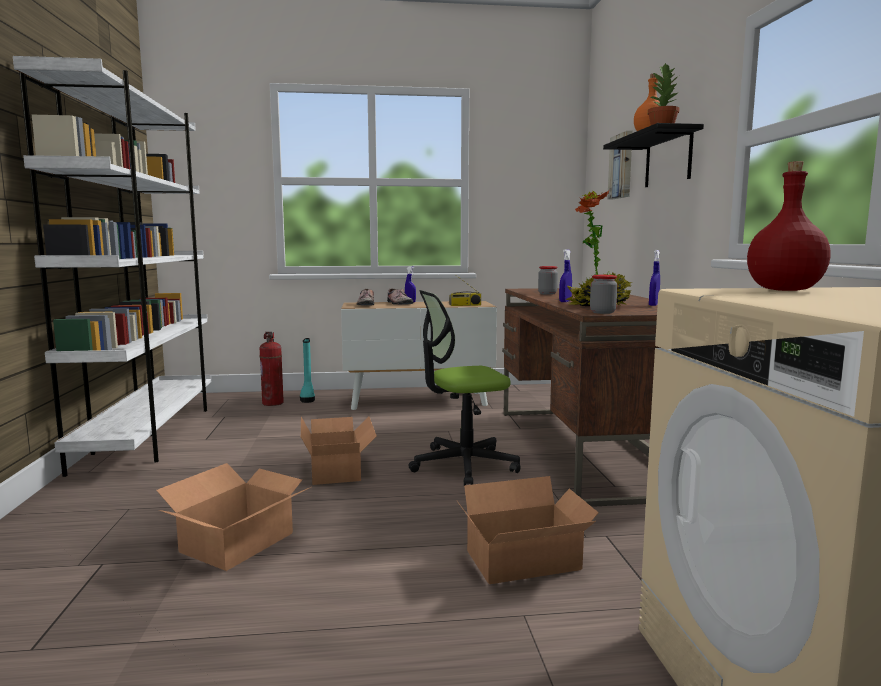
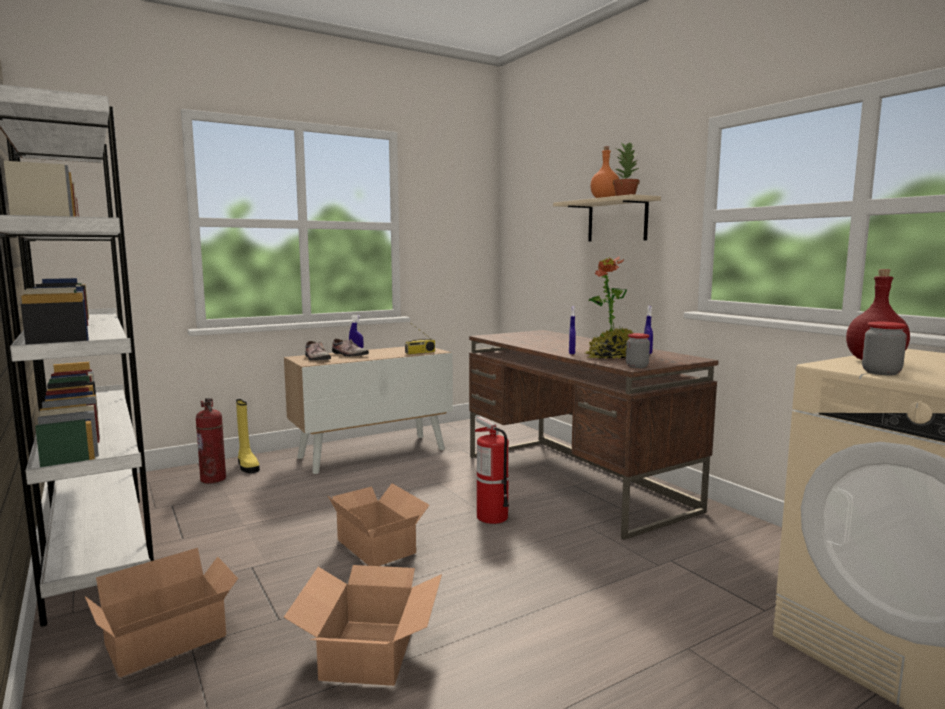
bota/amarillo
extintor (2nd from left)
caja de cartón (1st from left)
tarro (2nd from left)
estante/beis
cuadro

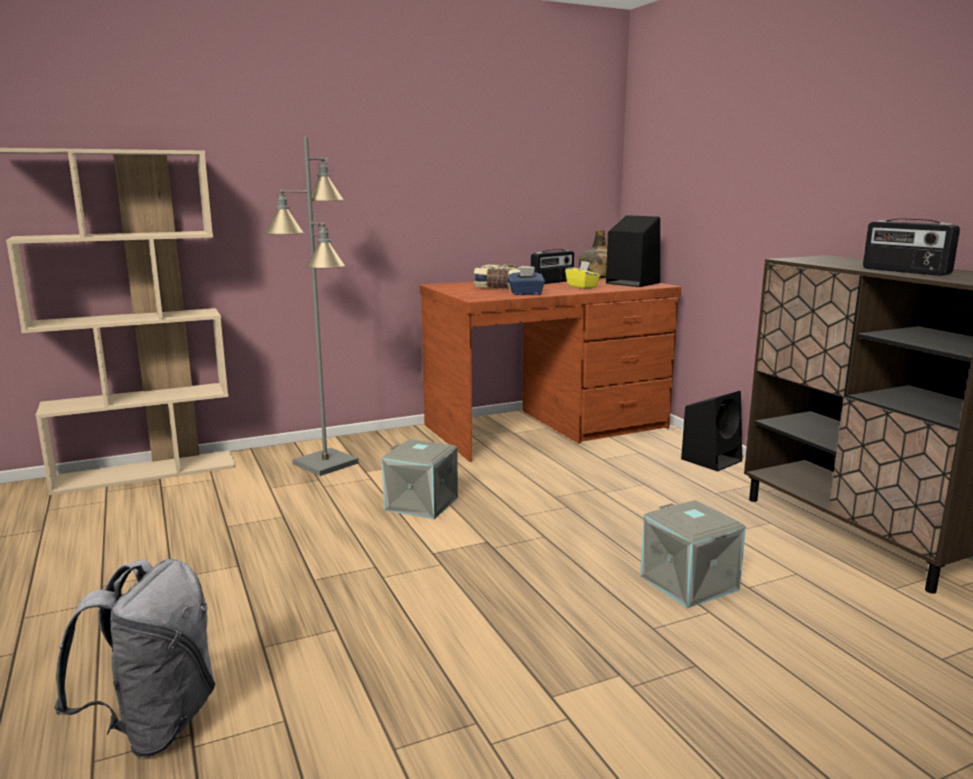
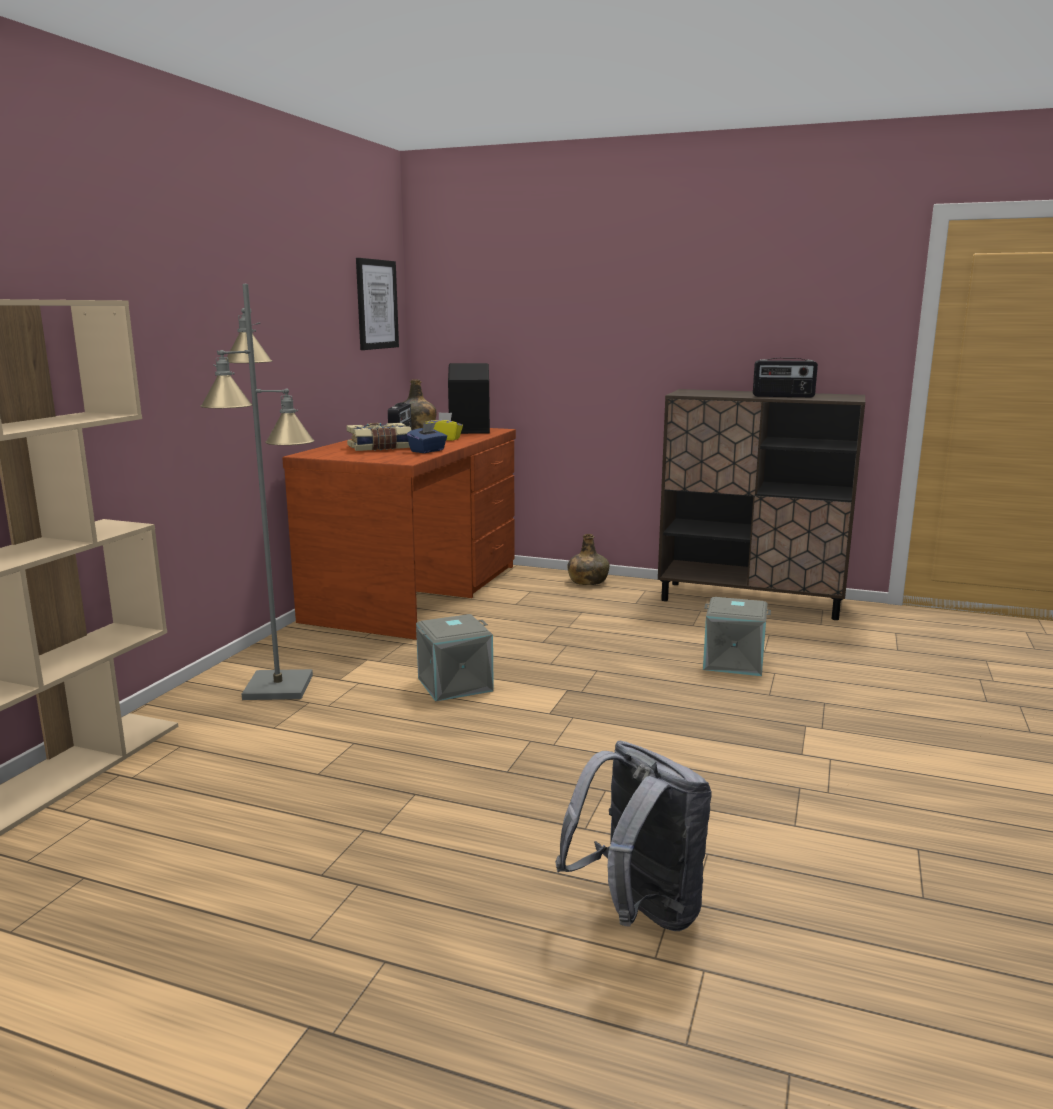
botella/verde (2nd from left)
cuadro

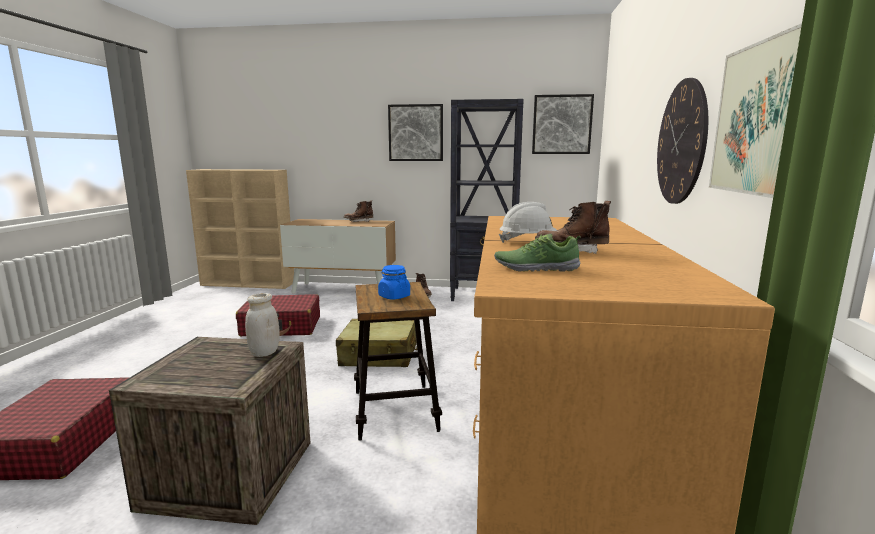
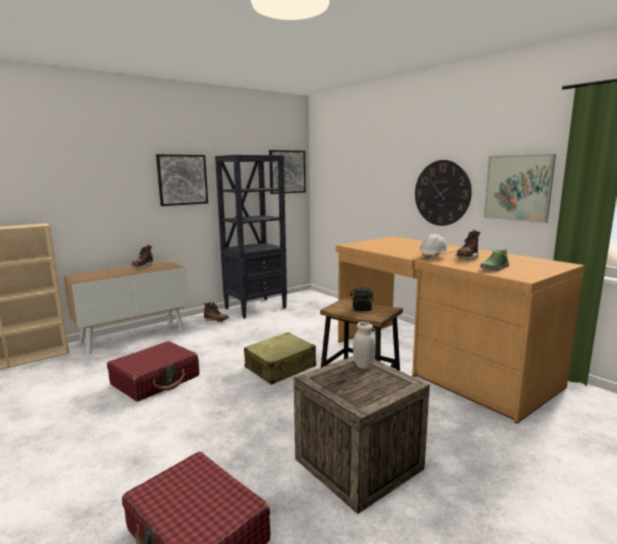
tarro/negro

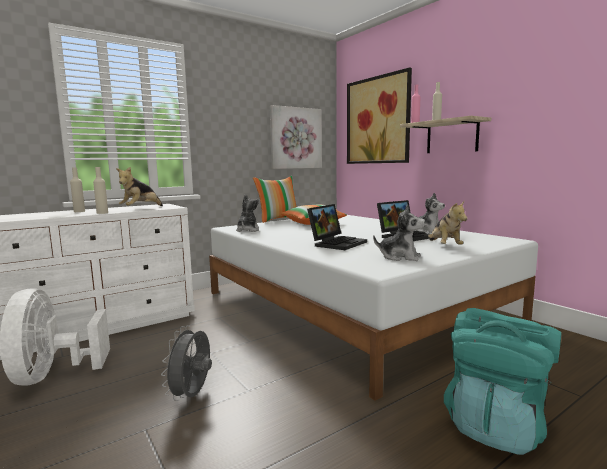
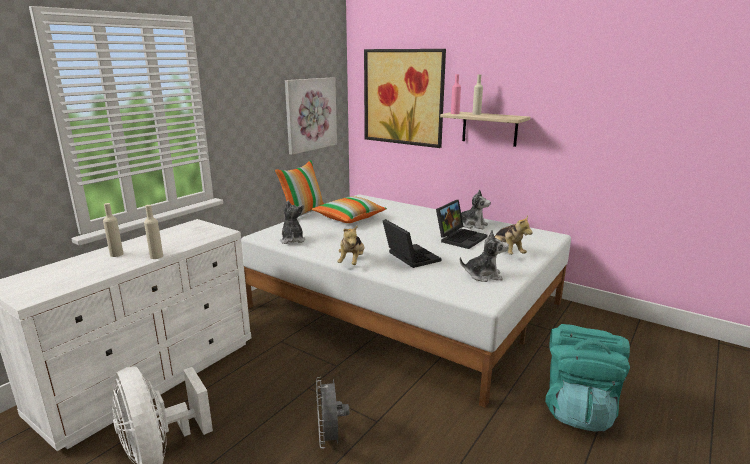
peluche (2nd from left)
portátil (1st from left)

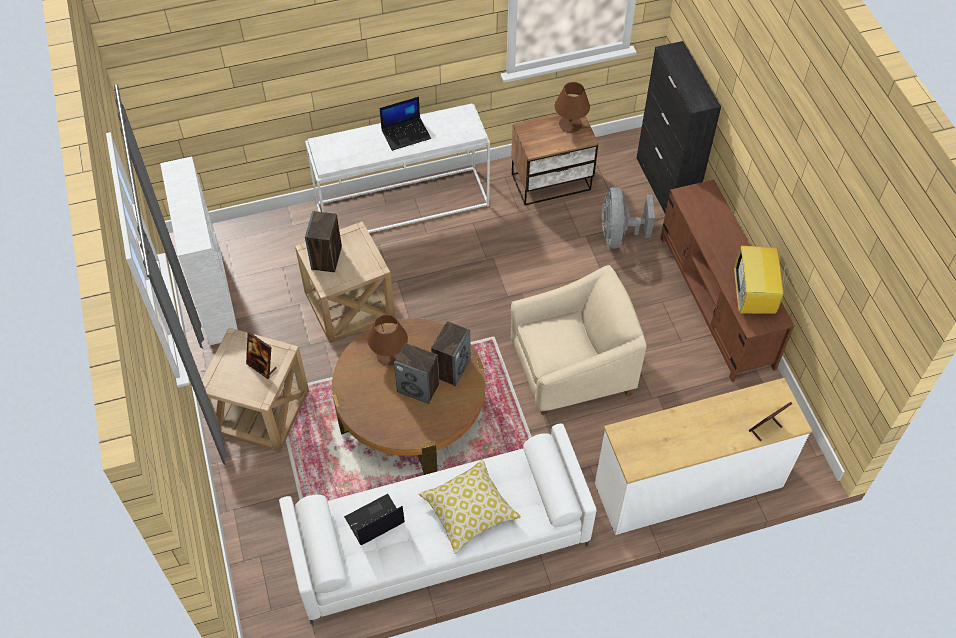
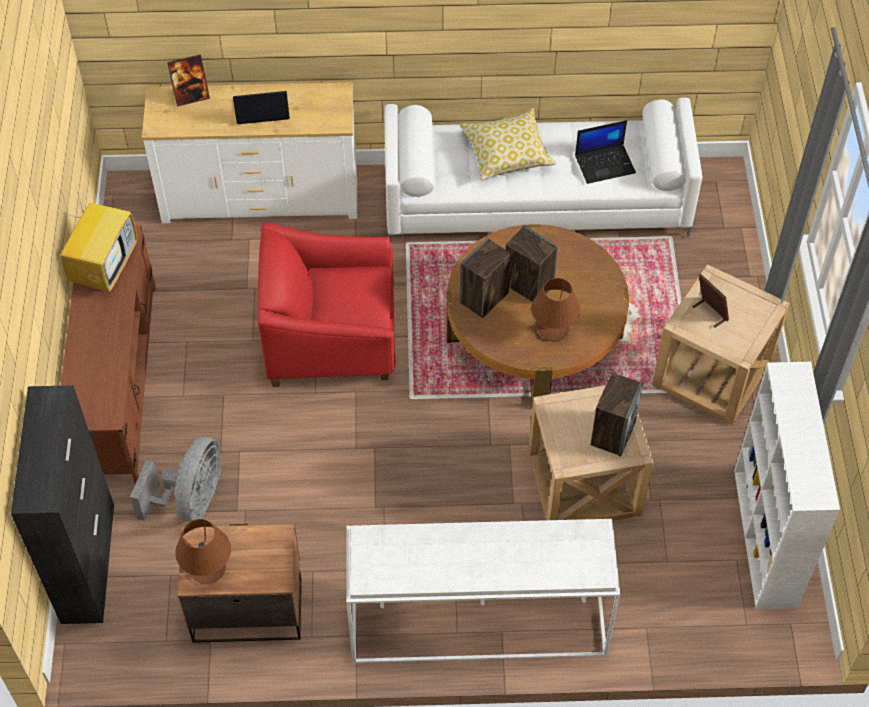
portátil (1st from left)
sillón/rojo

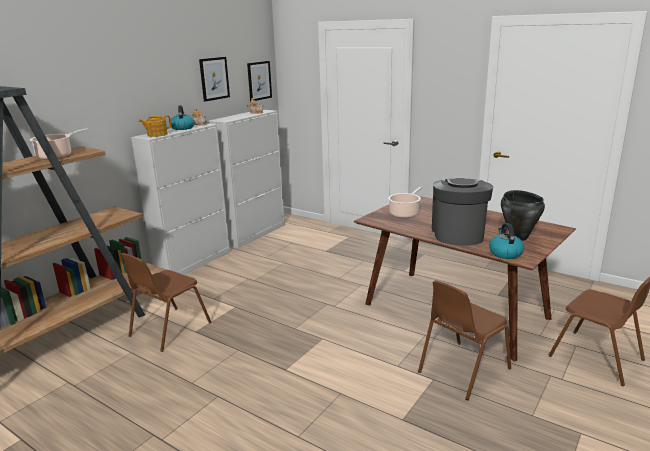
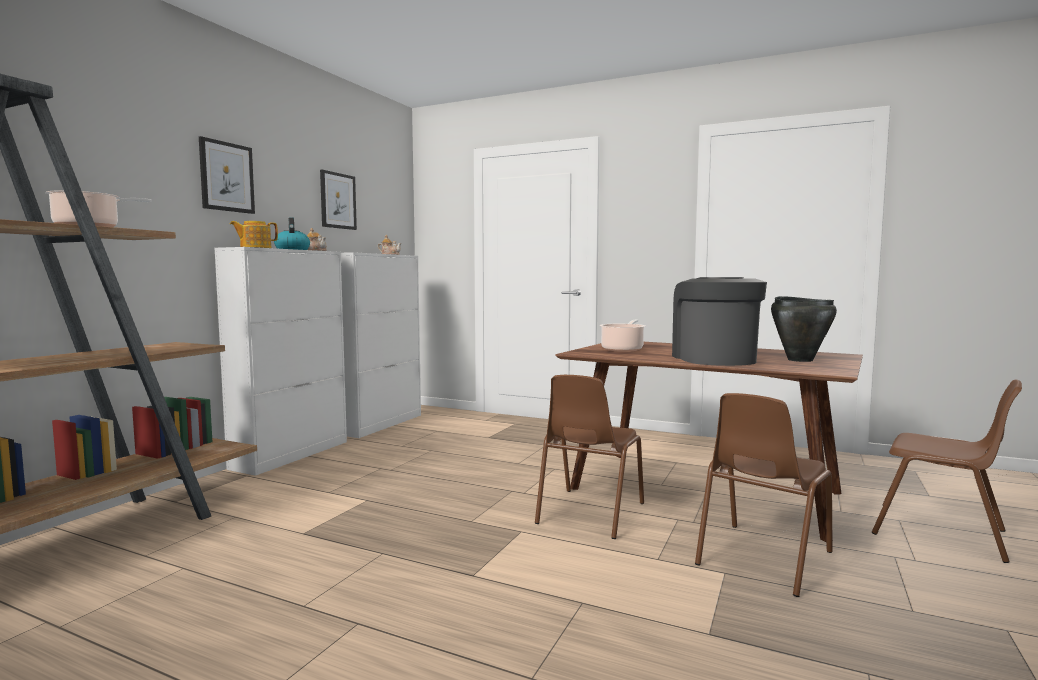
silla/marrón (1st from left)
cuadro (1st from left)
hervidor (2nd from left in the first image)

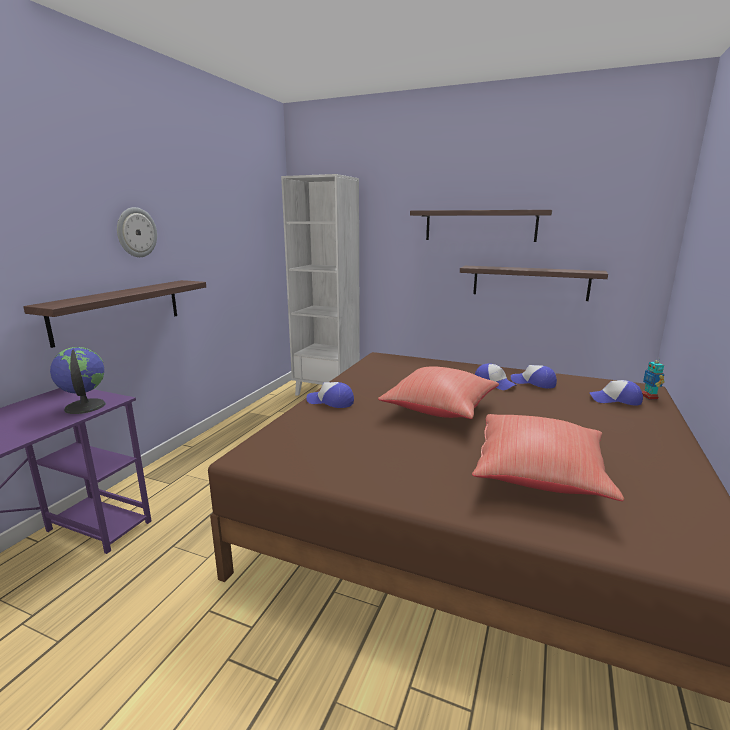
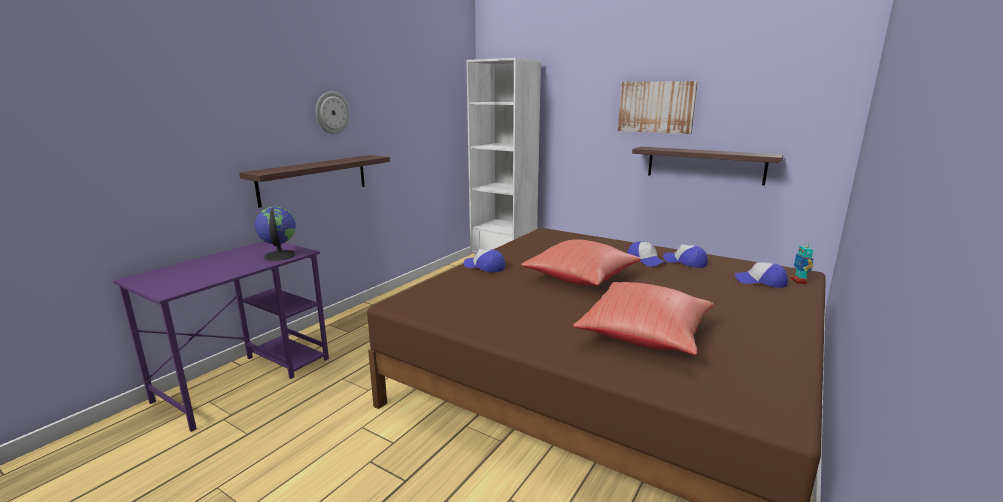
cuadro

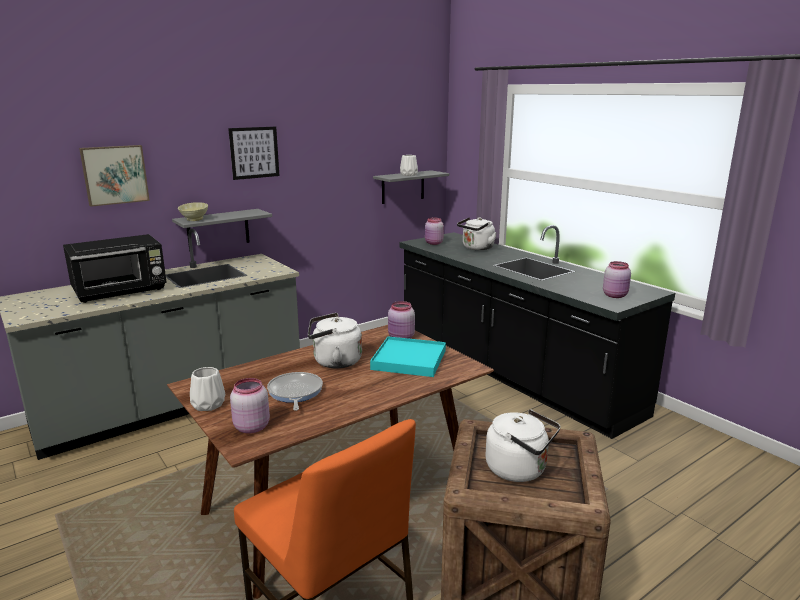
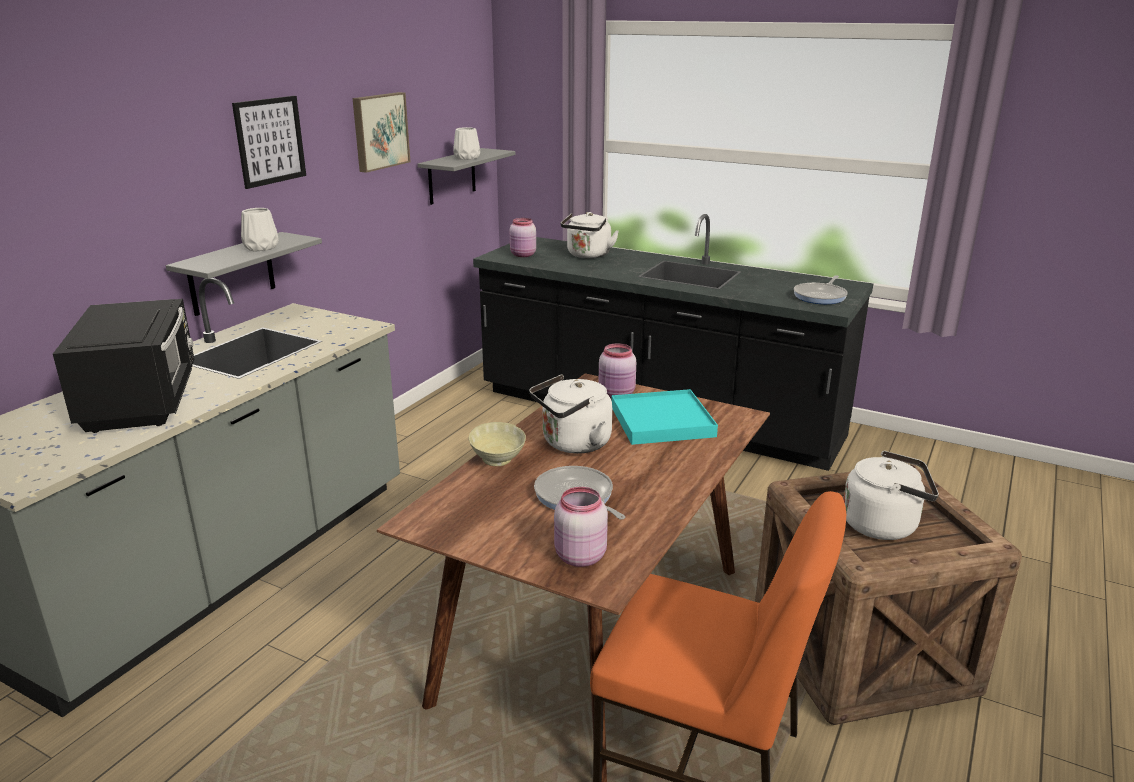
microondas/negro
cuadro (2nd from left)
cuenco/beis
florero/blanco (1st from left)
sartén (2nd from left)

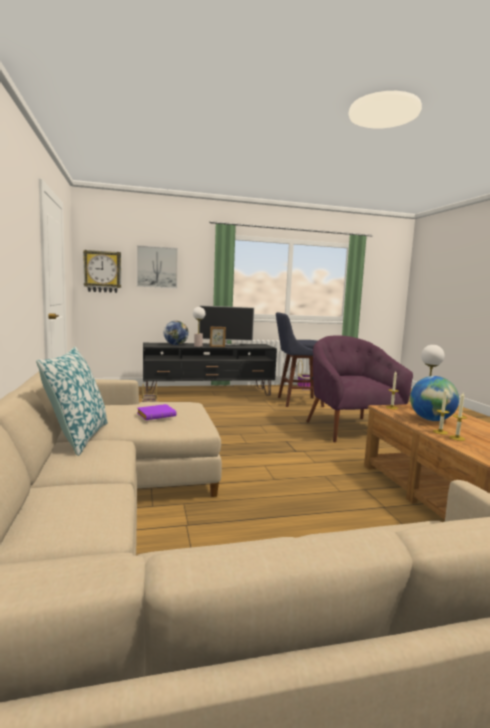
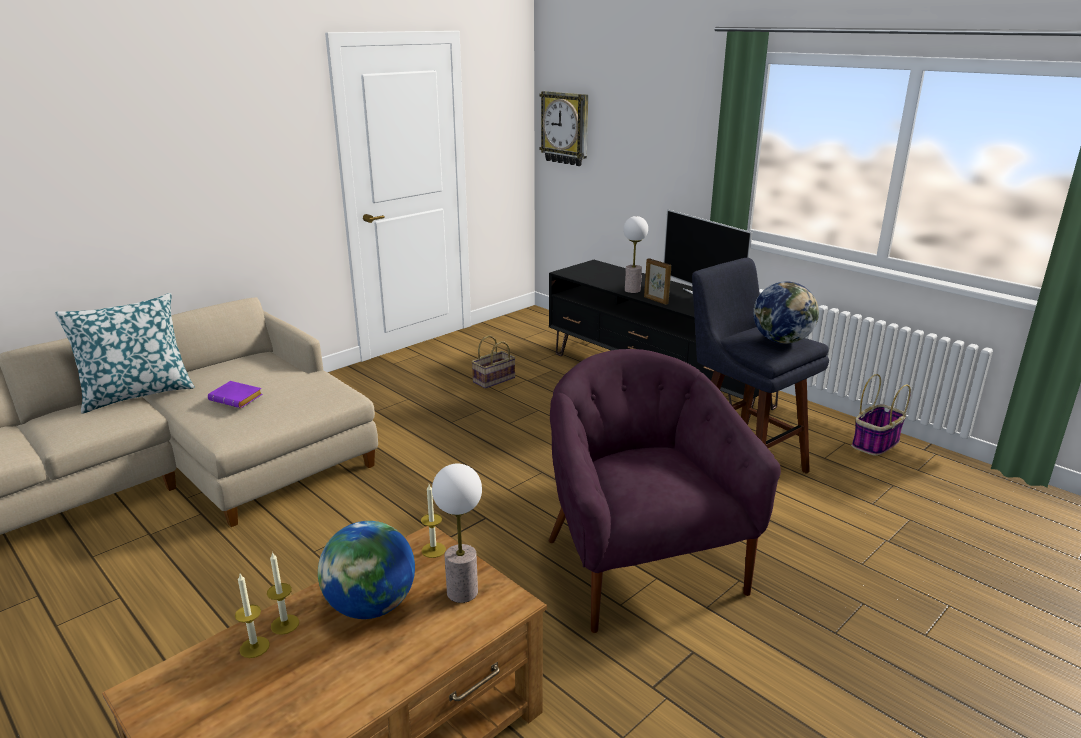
cuadro
globo terráqueo (2nd from left)
sillón/morado

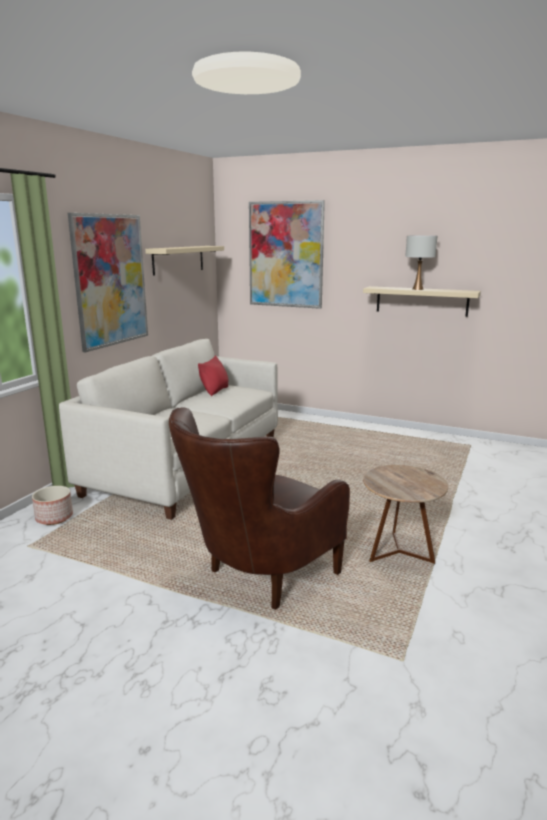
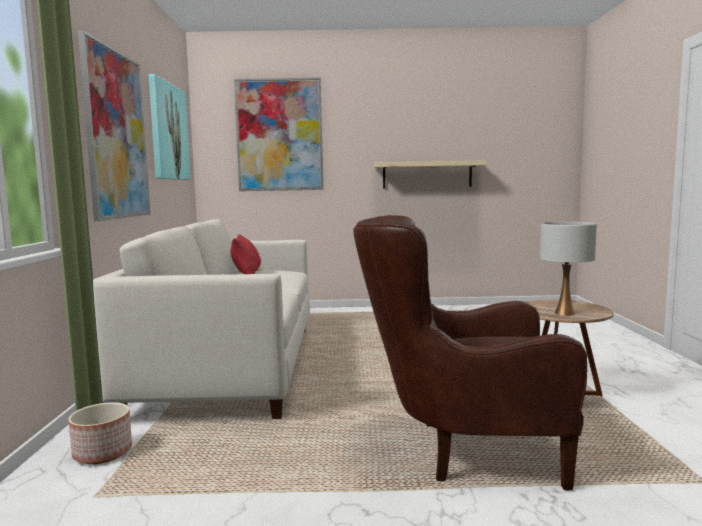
cuadro (2nd from left)
sillón/marrón
lámpara de mesa/blanco

